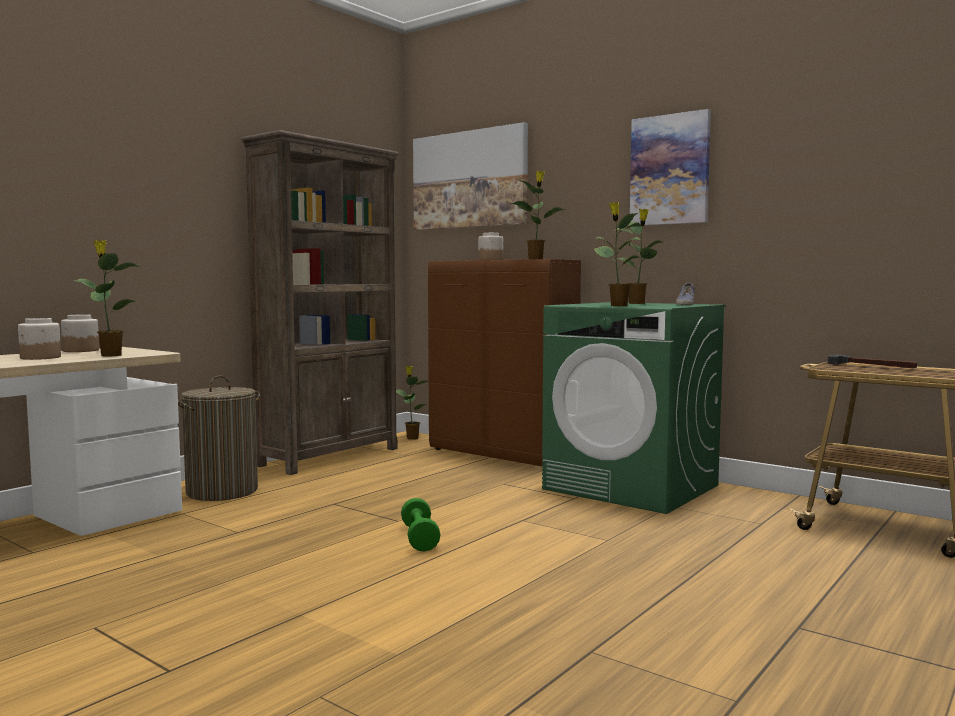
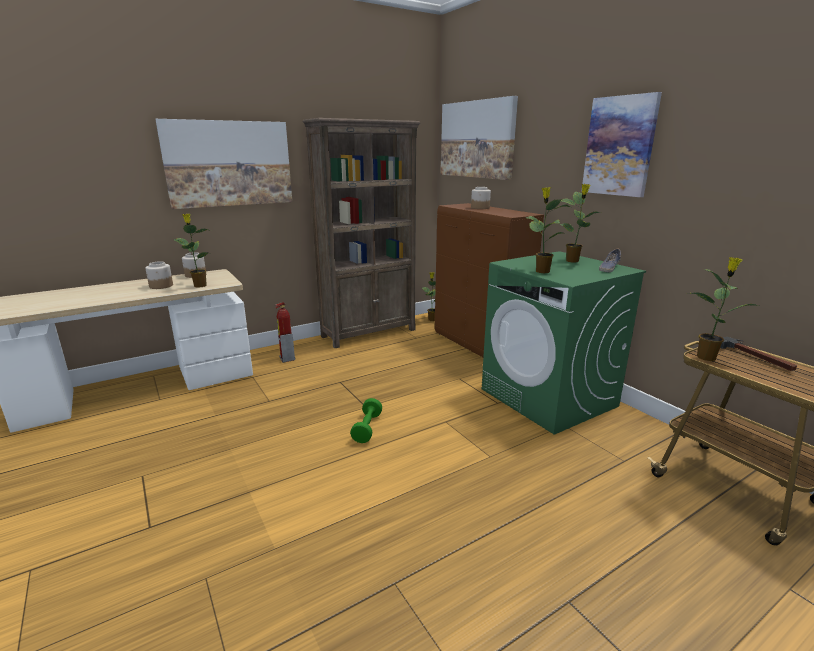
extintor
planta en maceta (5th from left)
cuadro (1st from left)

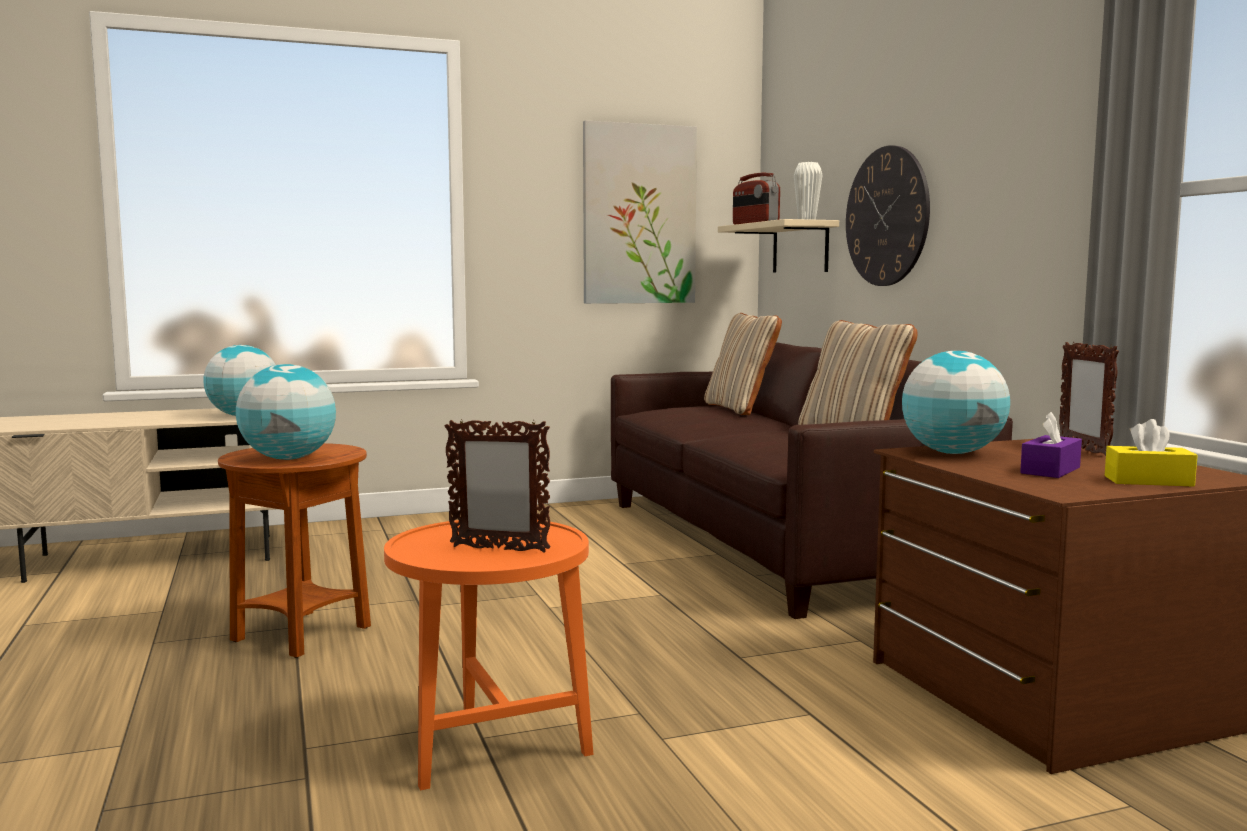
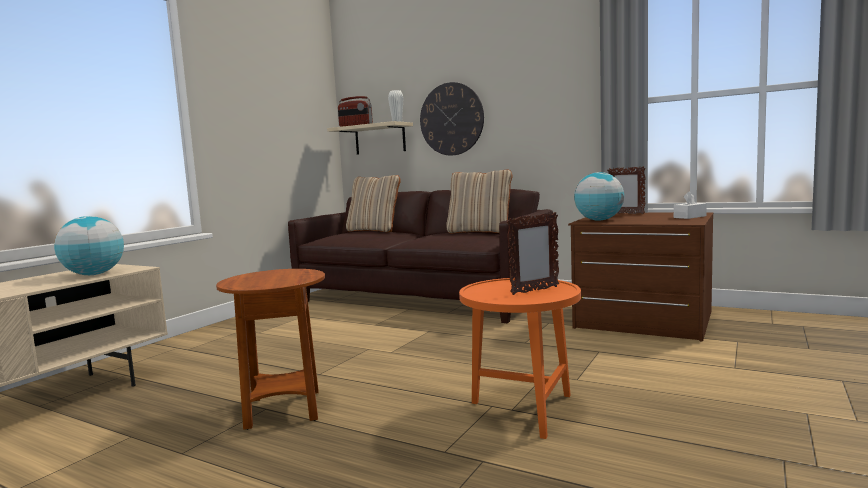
globo terráqueo (2nd from left in the first image)
cuadro
caja de pañuelos/morado
caja de pañuelos/blanco

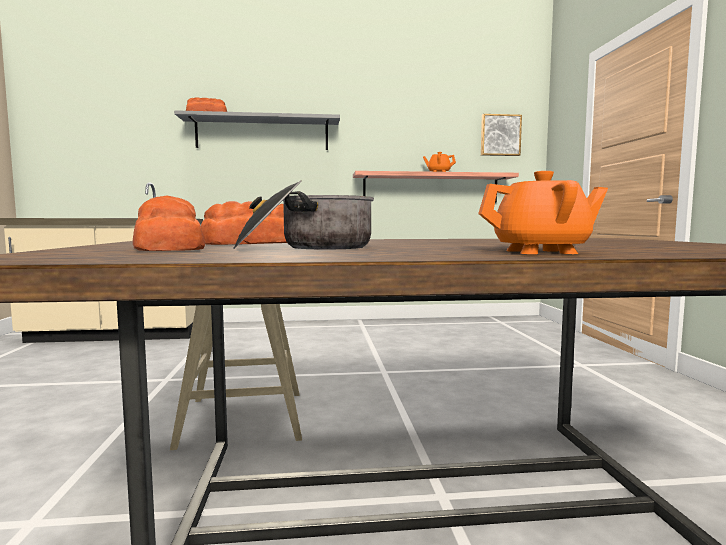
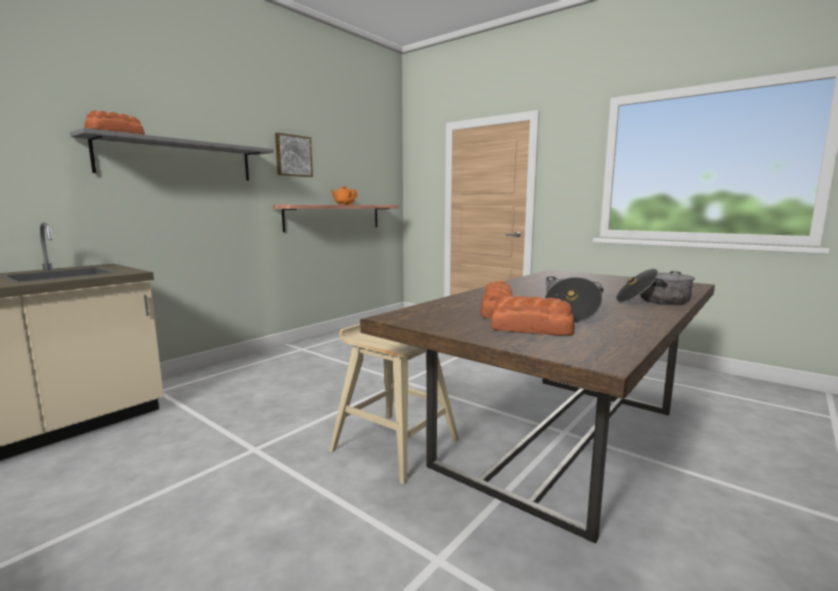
olla (2nd from left)
cuadro

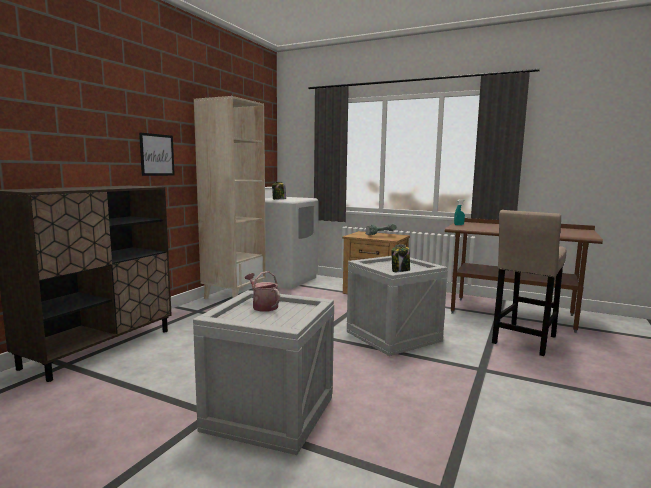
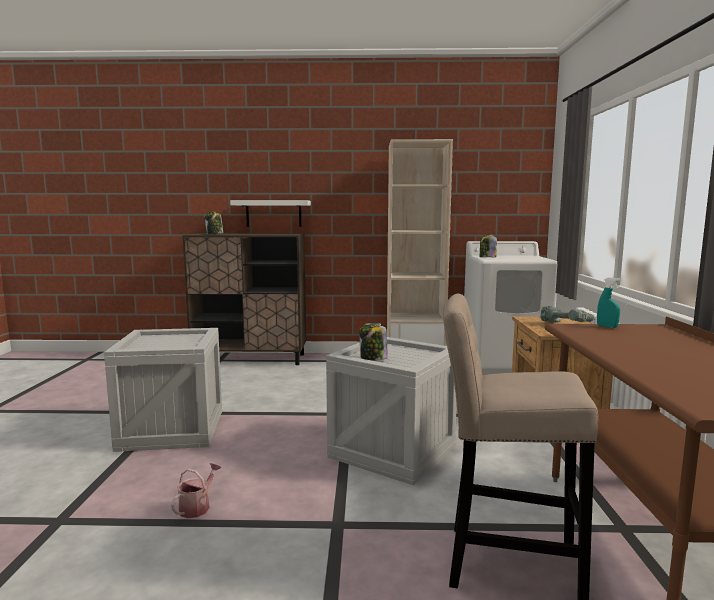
cuadro
regadera
tarro (1st from left)
estante/blanco

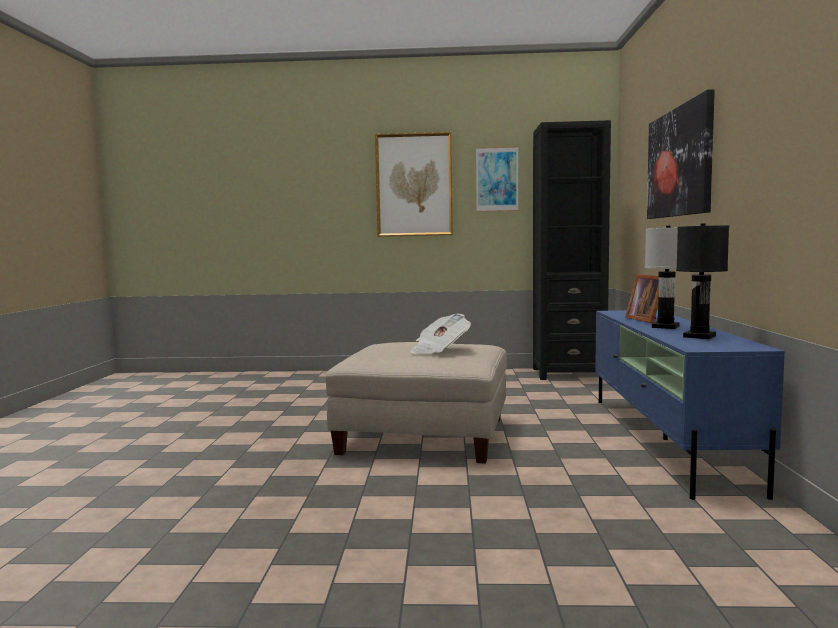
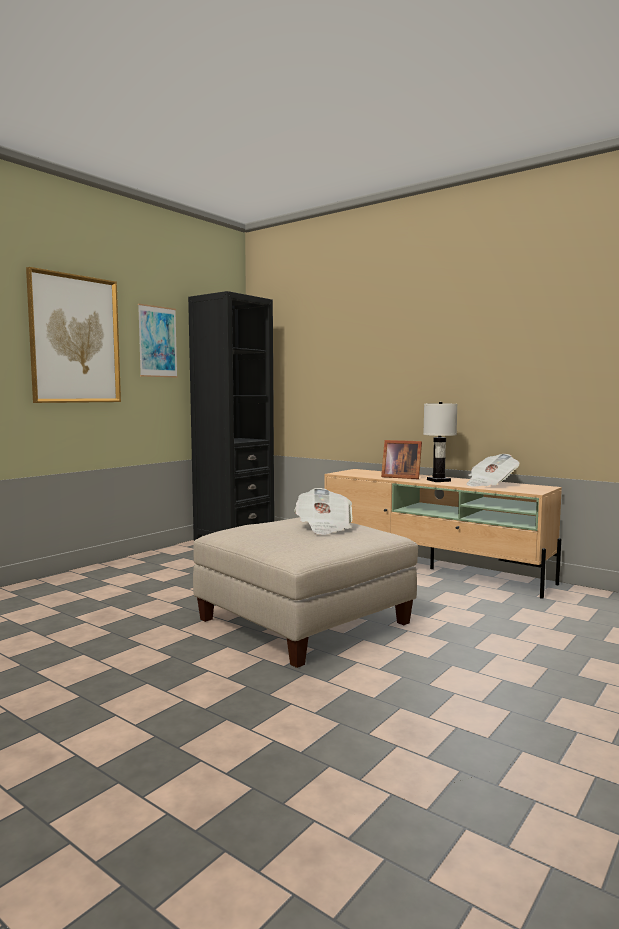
mueble de televisión/beis
cuadro (3rd from left in the first image)
periódico (2nd from left)

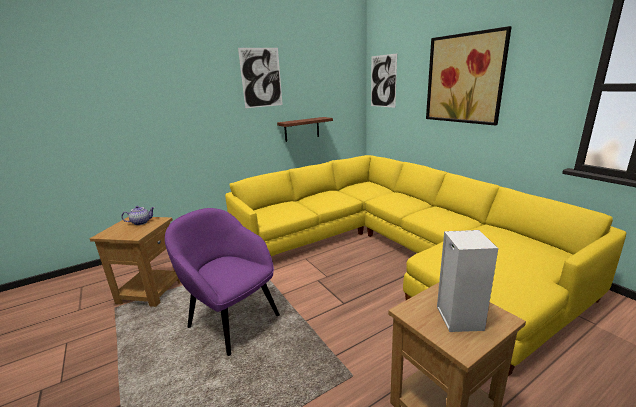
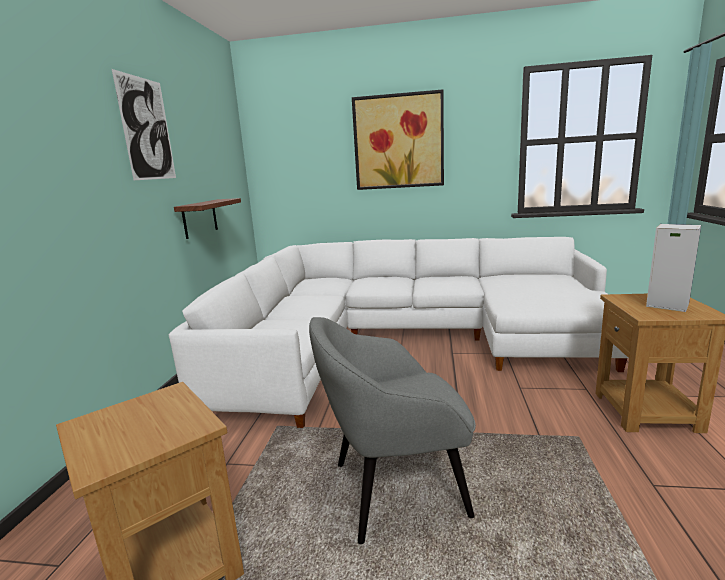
tetera
sillón/gris
sofá/blanco
cuadro (2nd from left in the first image)

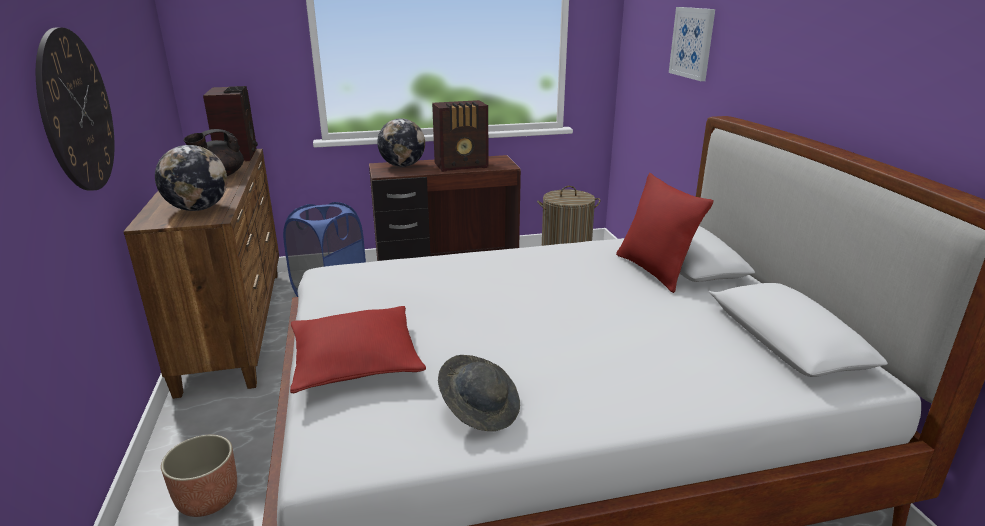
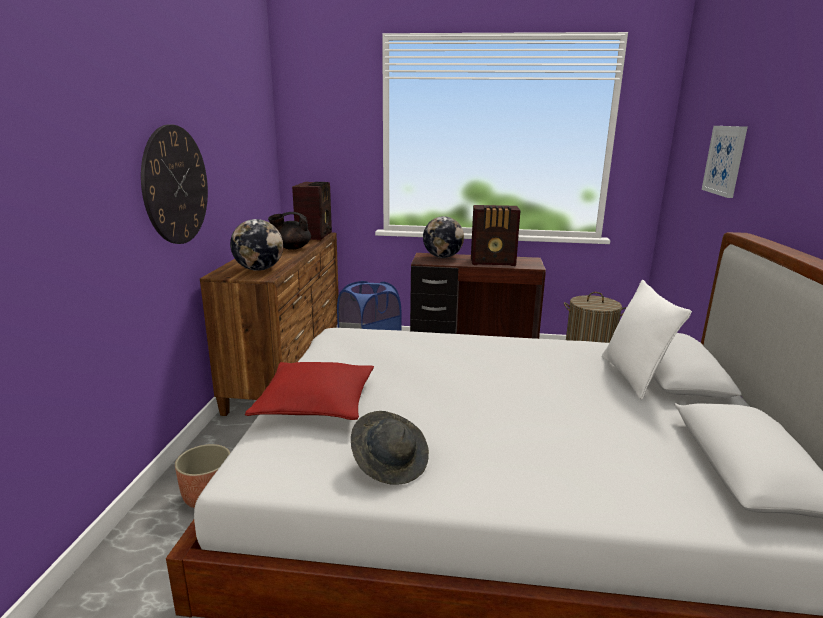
cojín/blanco

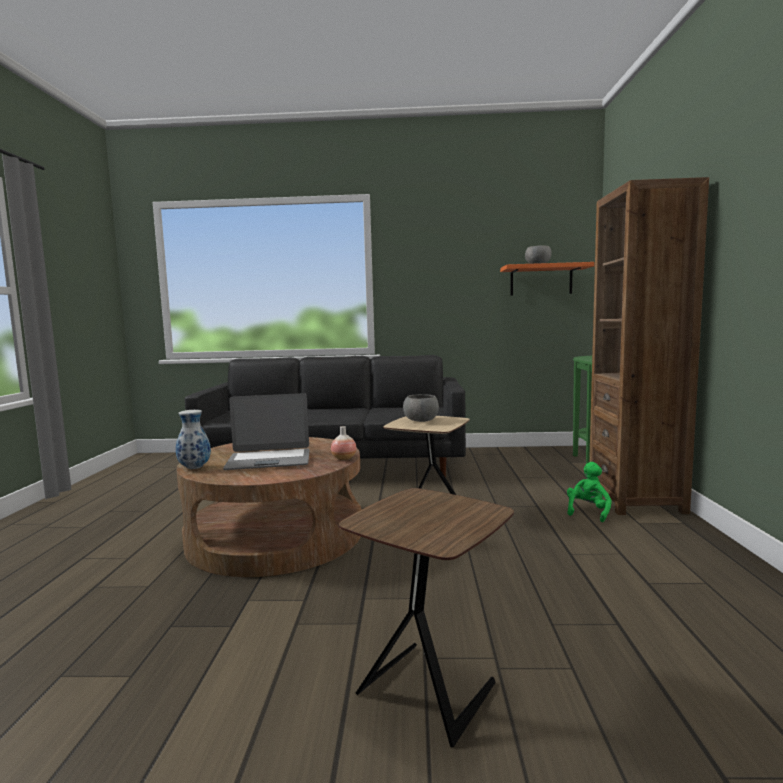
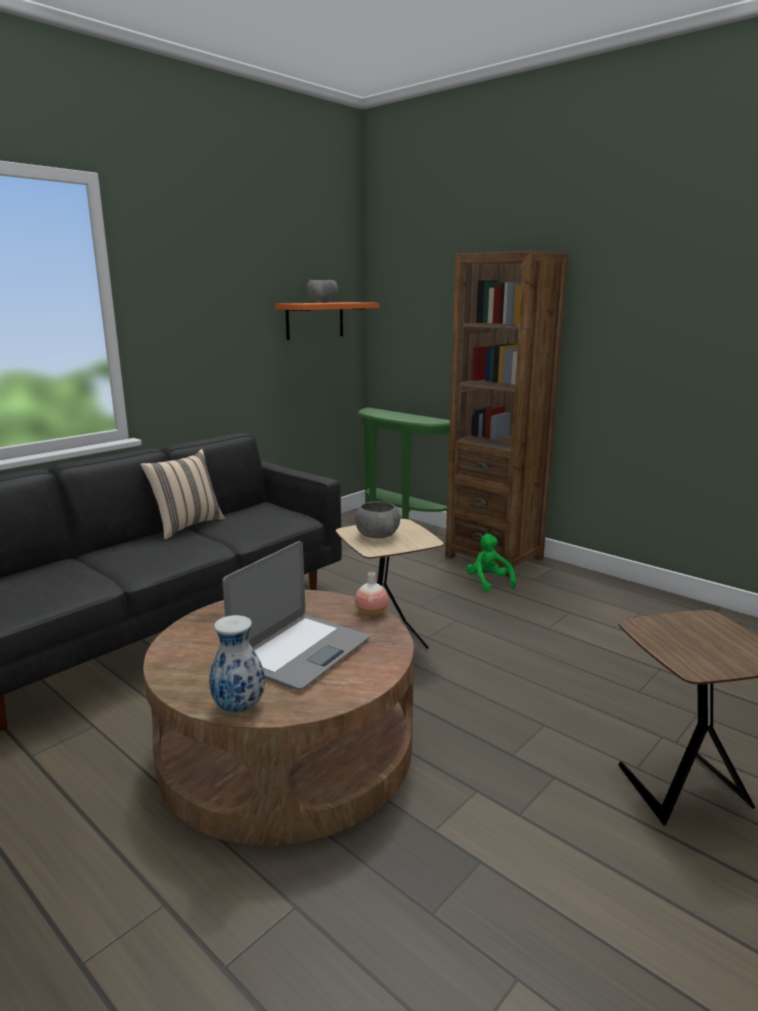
cojín/beis

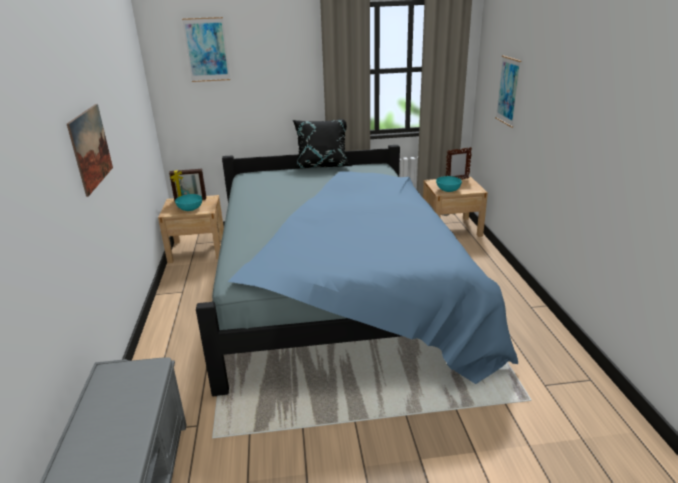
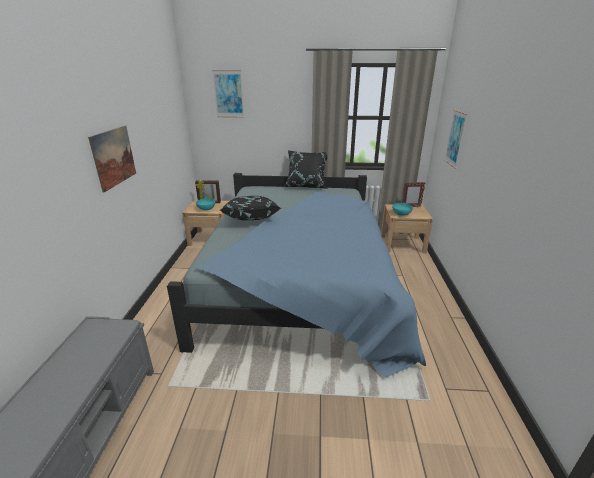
cojín/negro (1st from left)

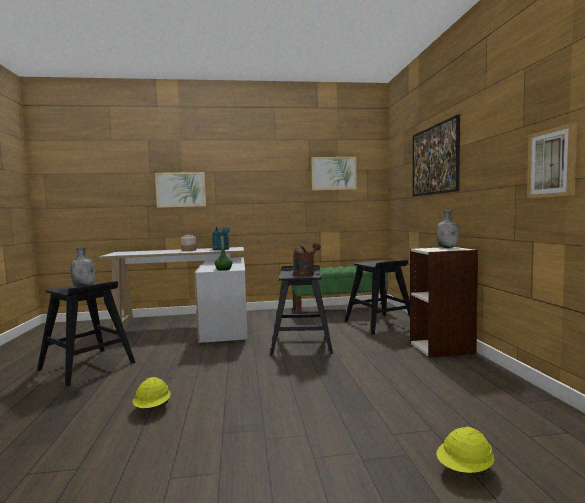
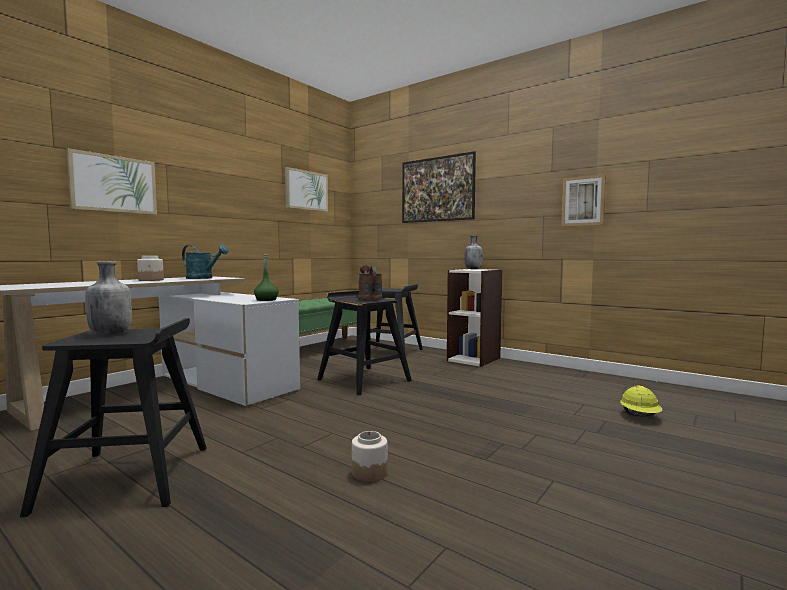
tarro (2nd from left)

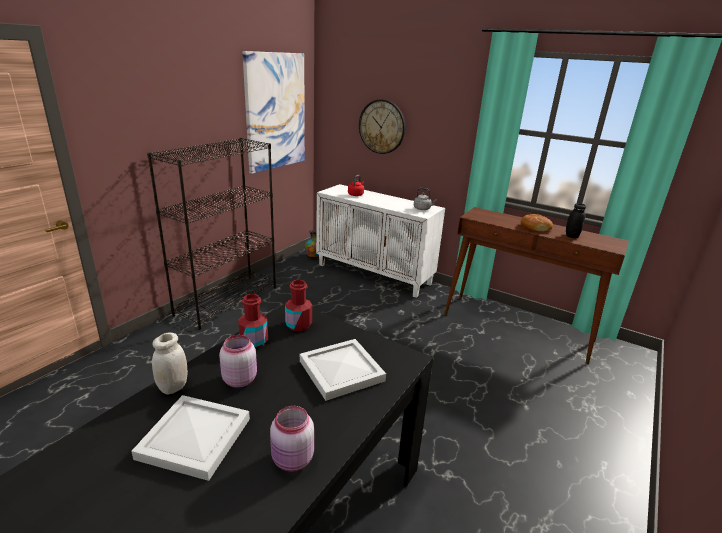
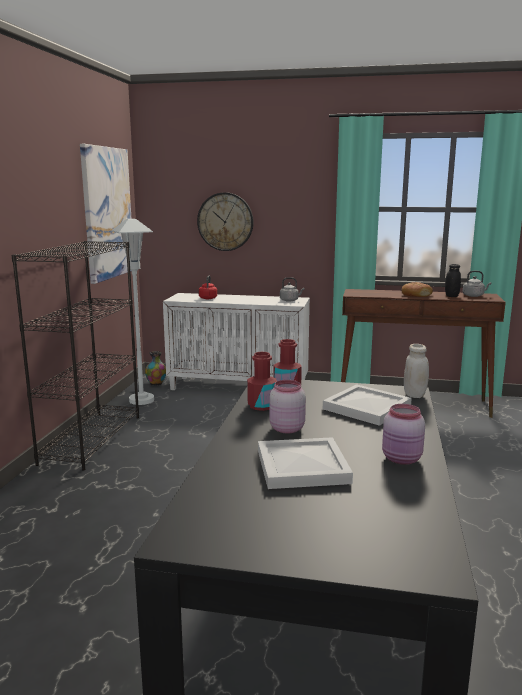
tarro/blanco
lámpara de pie/blanco
hervidor/gris (2nd from left)

